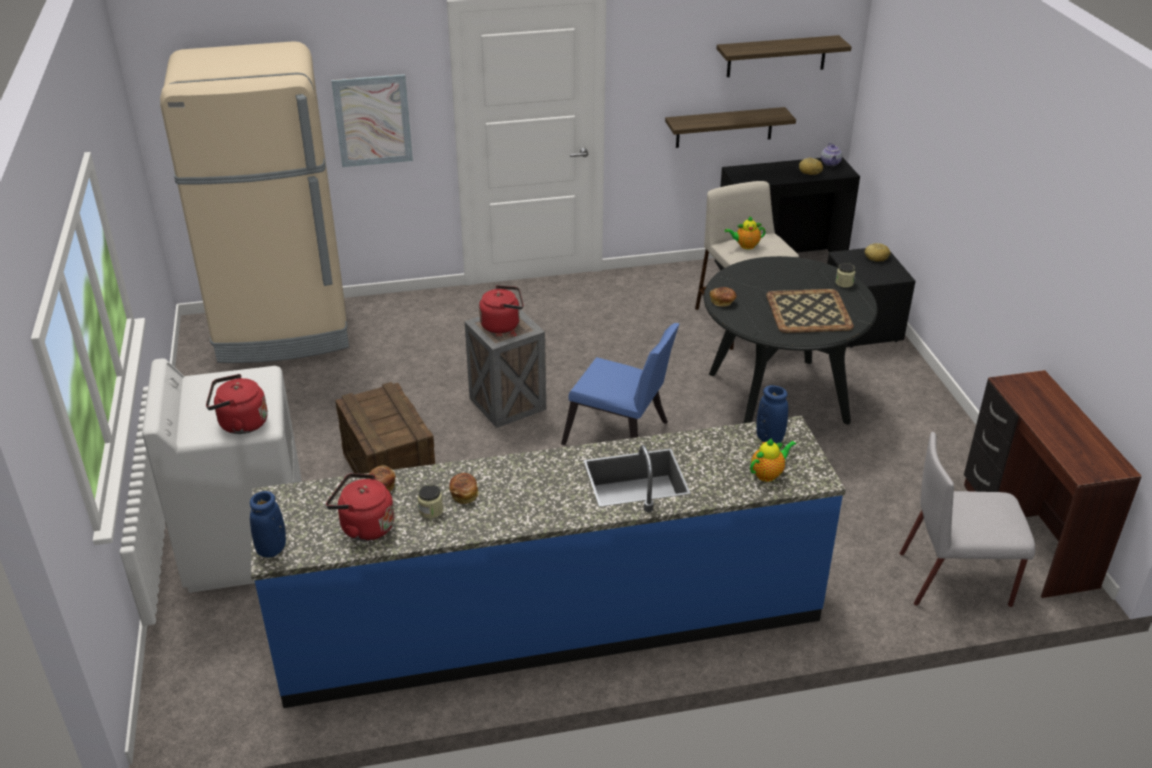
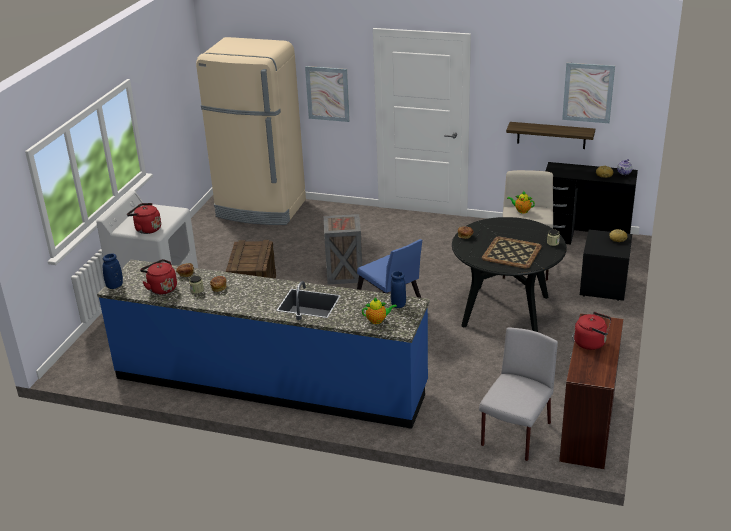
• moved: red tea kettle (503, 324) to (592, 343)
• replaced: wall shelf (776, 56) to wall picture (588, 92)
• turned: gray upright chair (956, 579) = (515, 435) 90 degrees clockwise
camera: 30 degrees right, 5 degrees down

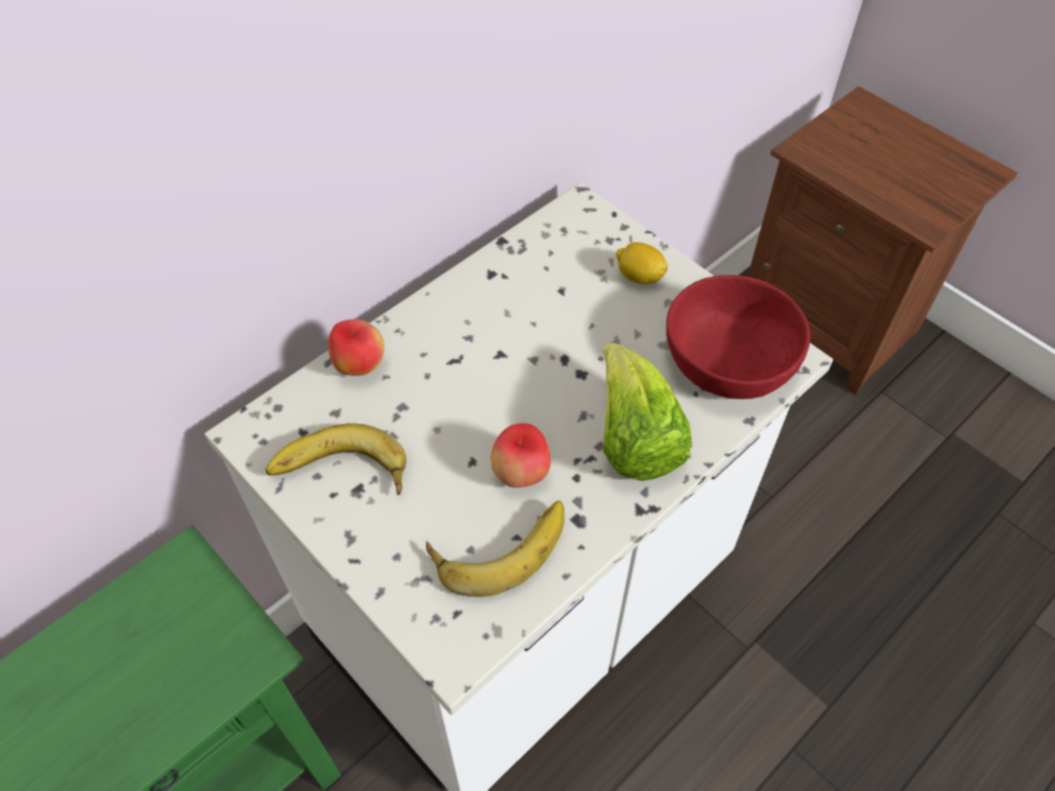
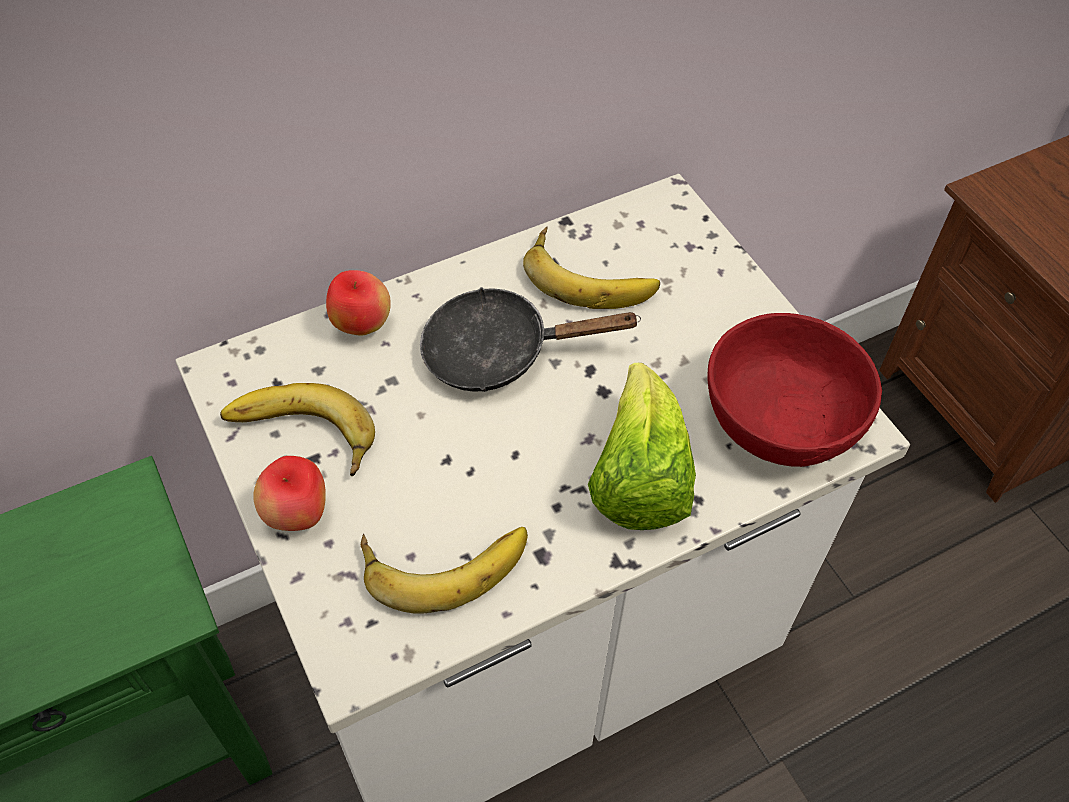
• removed: citrus fruit (639, 276)
• added: black-coloured pan (499, 352)
• added: banana (590, 275)
• moved: whole apple (521, 474) to (298, 514)
camera: 15 degrees right, 0 degrees up

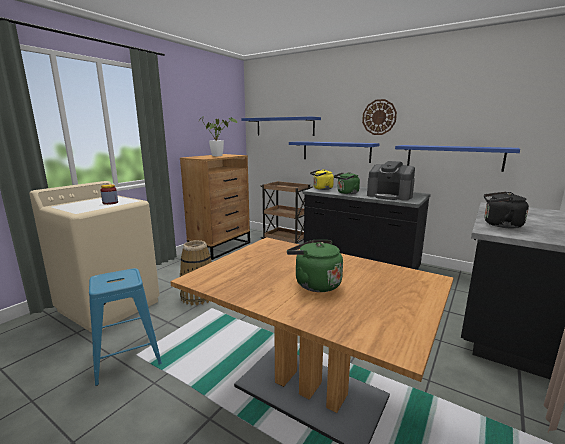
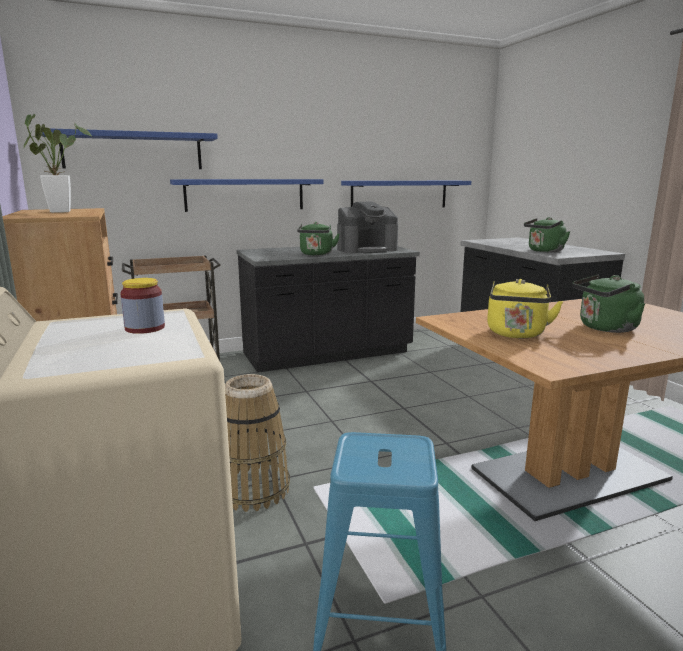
• removed: hanging clock (379, 117)
• moved: yellowish tea kettle (321, 189) to (516, 334)
• recoloured: black-coloured tea kettle (500, 225) to green tea kettle (544, 251)
camera: 55 degrees left, 0 degrees up

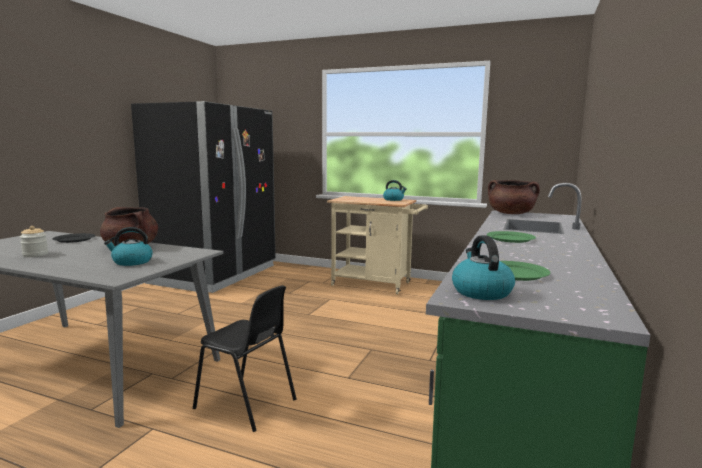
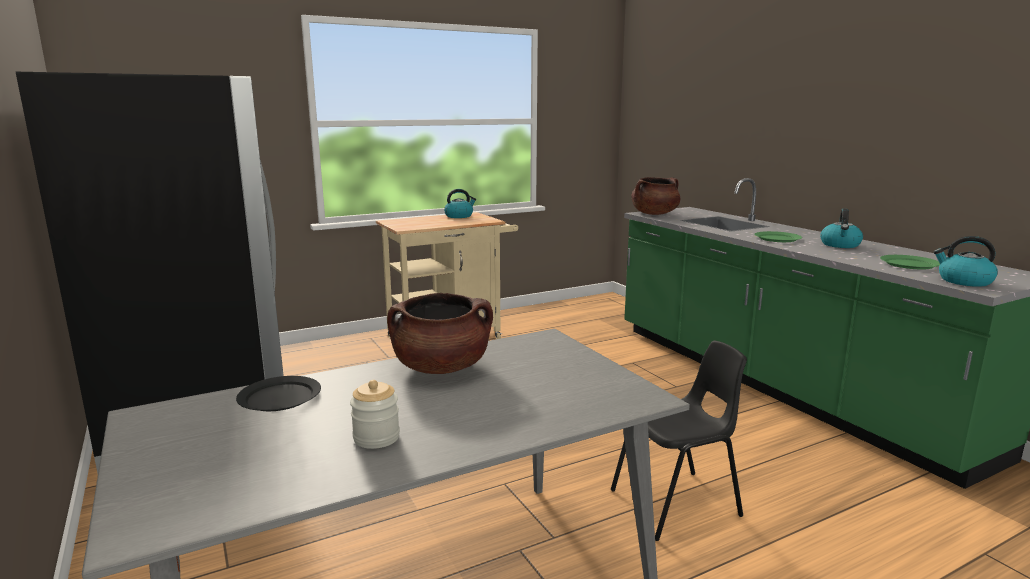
• moved: tea kettle (131, 262) to (840, 245)
camera: 50 degrees left, 5 degrees up

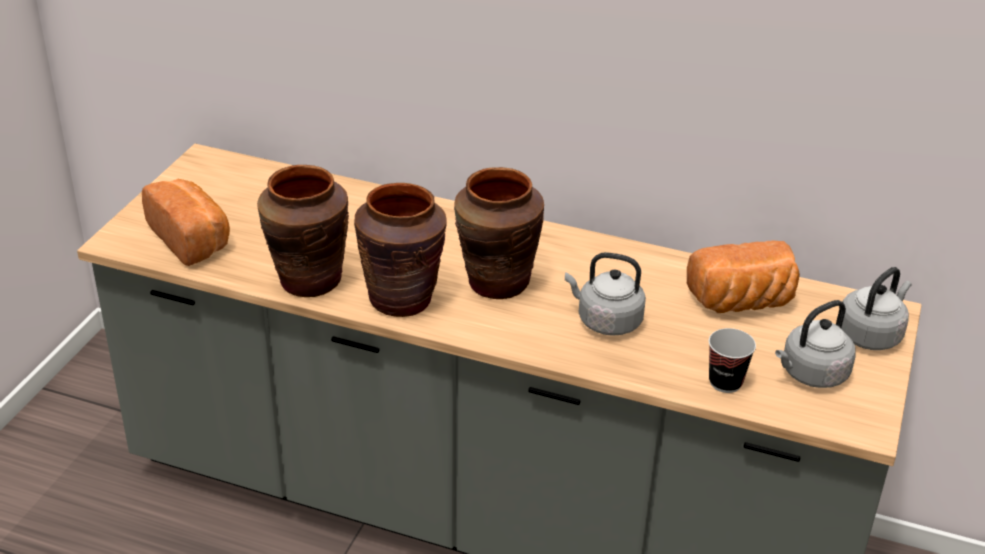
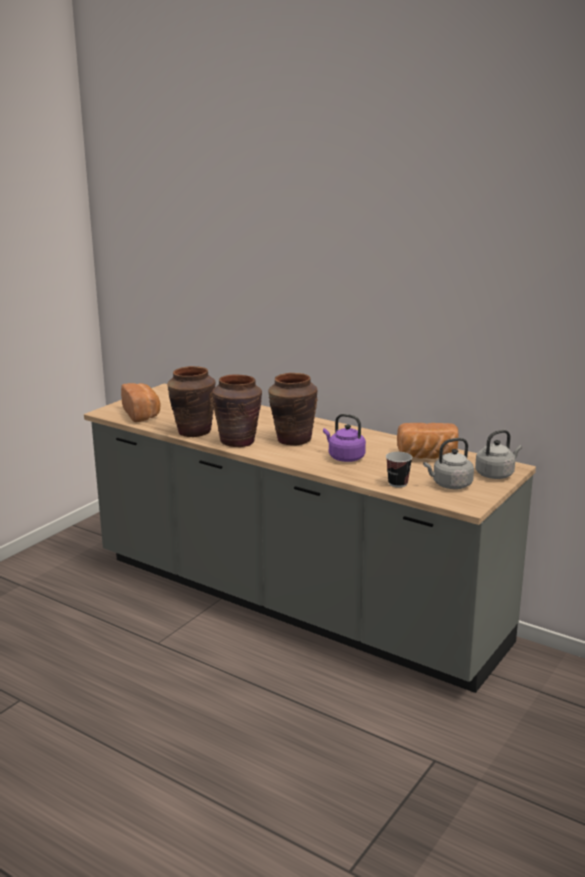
• recoloured: gray tea kettle (606, 321) to purple-coloured tea kettle (344, 457)
camera: 15 degrees right, 15 degrees down

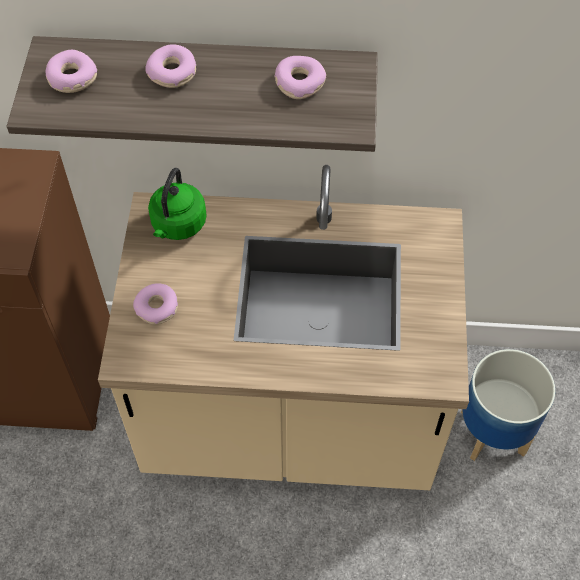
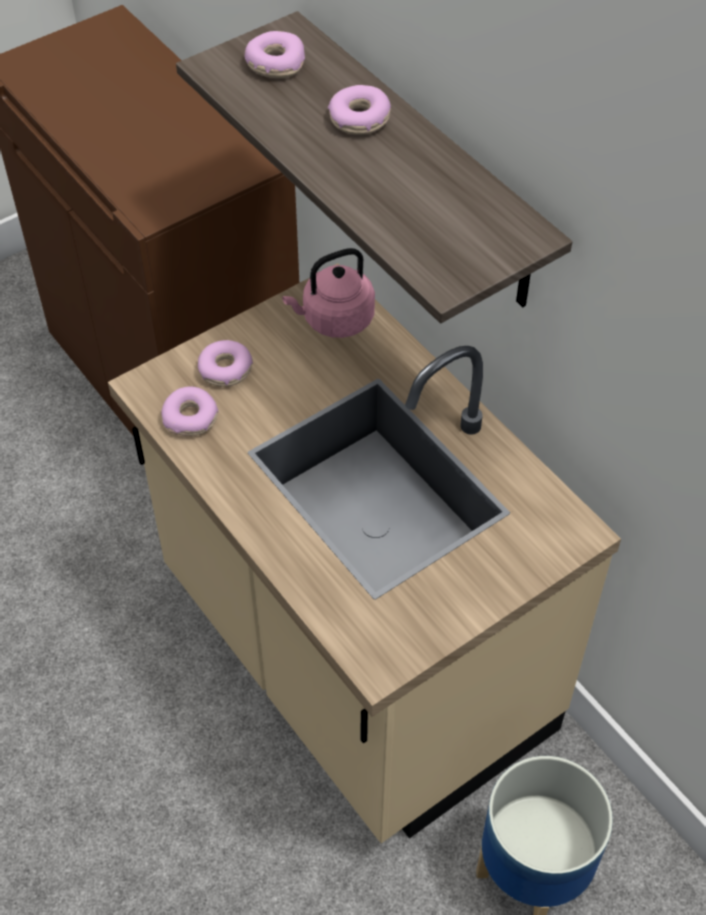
• moved: ring doughnut (299, 83) to (191, 418)
• recoloured: green tea kettle (178, 225) to pinkish tea kettle (334, 320)
camera: 50 degrees right, 5 degrees down

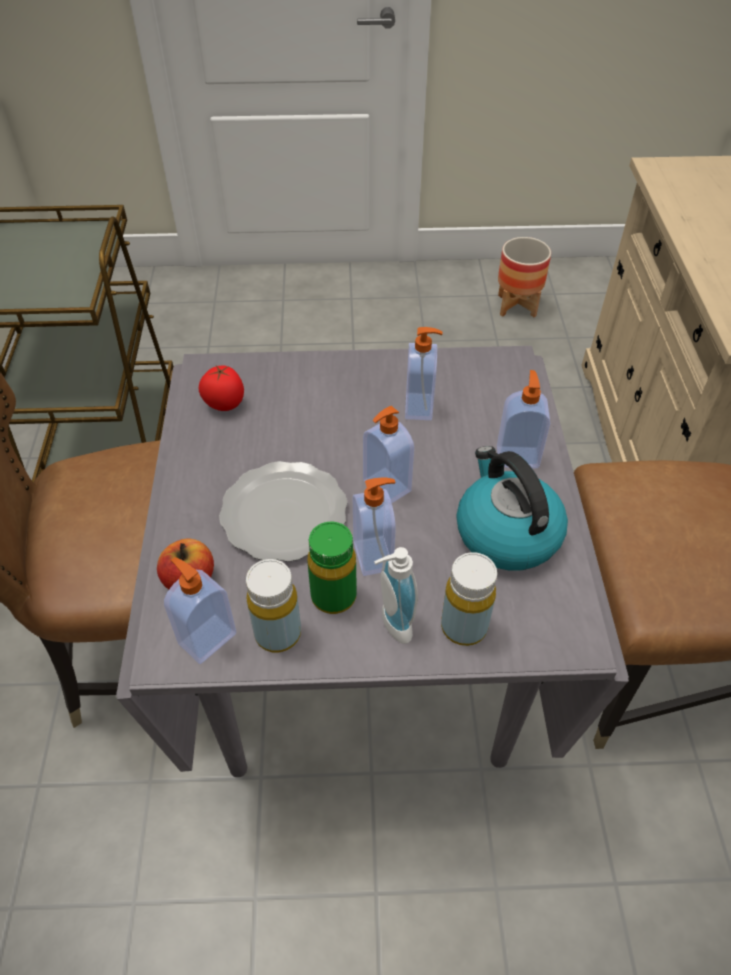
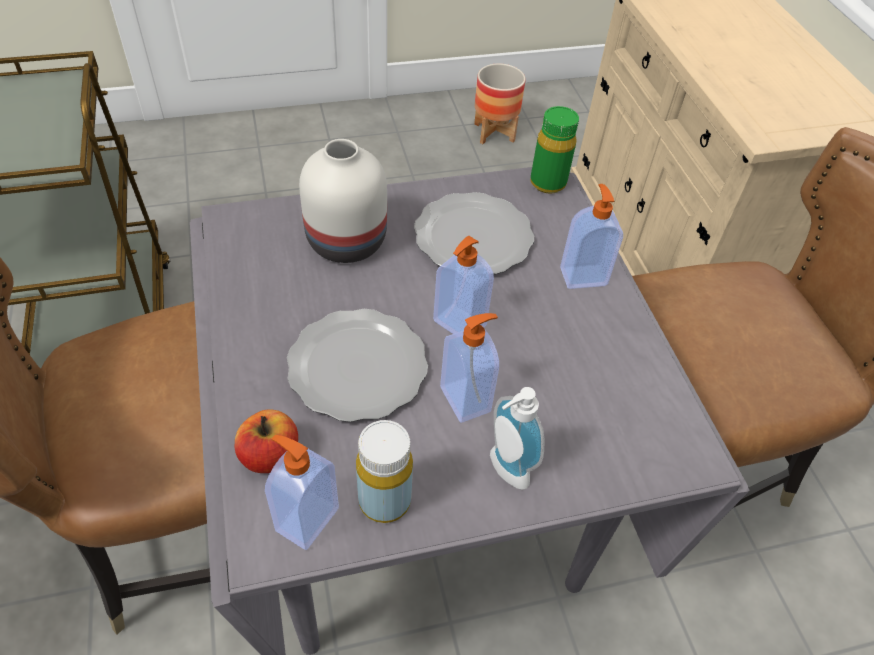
• removed: tomato (224, 404)
• removed: yellowish beverage bottle (464, 627)
• removed: tea kettle (506, 533)
• added: whitish vase (348, 242)
• moved: green beverage bottle (333, 596) to (548, 183)
• replaced: soap bottle (420, 407) to flat dish (471, 236)
camera: 15 degrees left, 0 degrees up

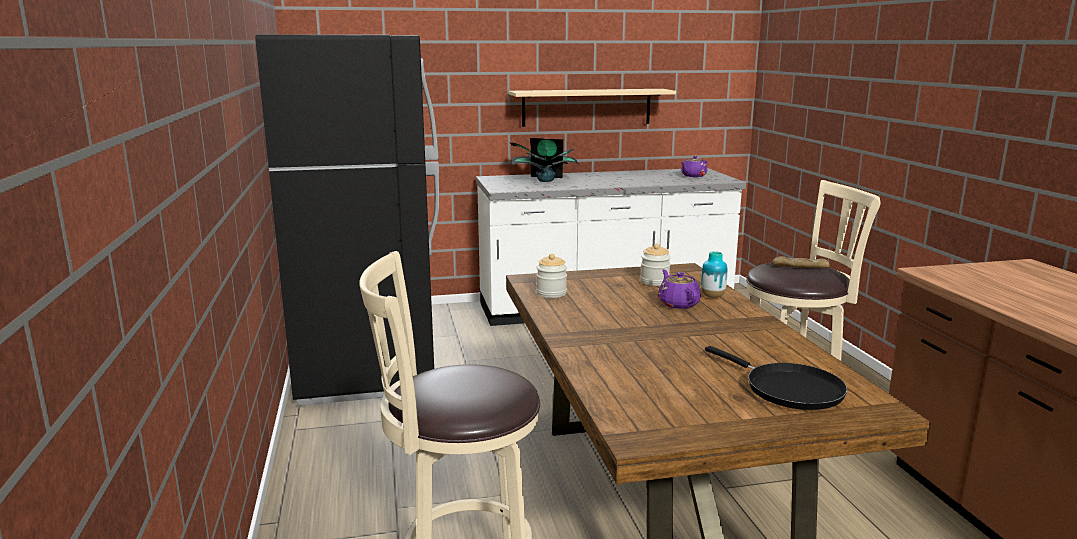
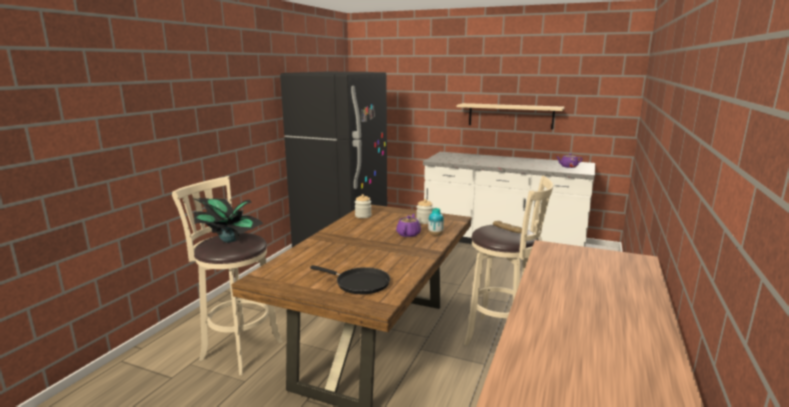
• moved: houseplant (544, 180) to (229, 239)
• turned: black-coloured pan (788, 389) = (359, 283) 60 degrees counterclockwise
camera: 35 degrees right, 0 degrees up

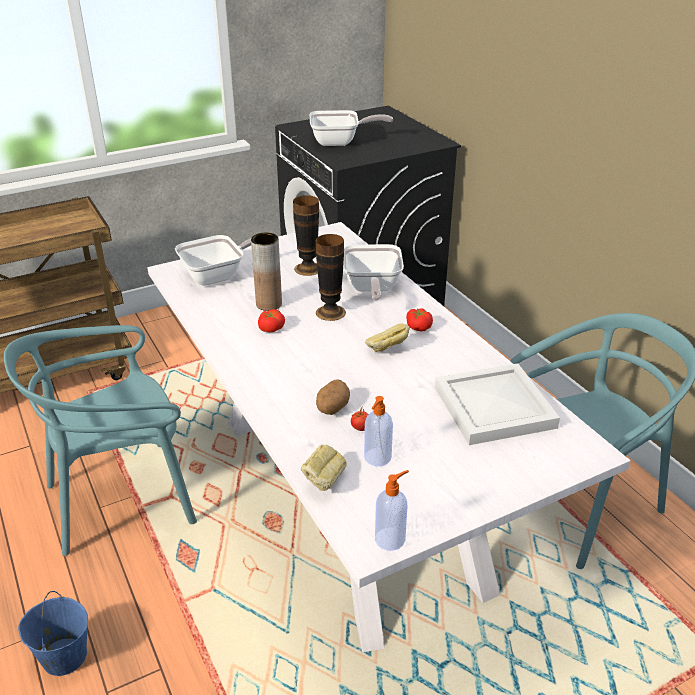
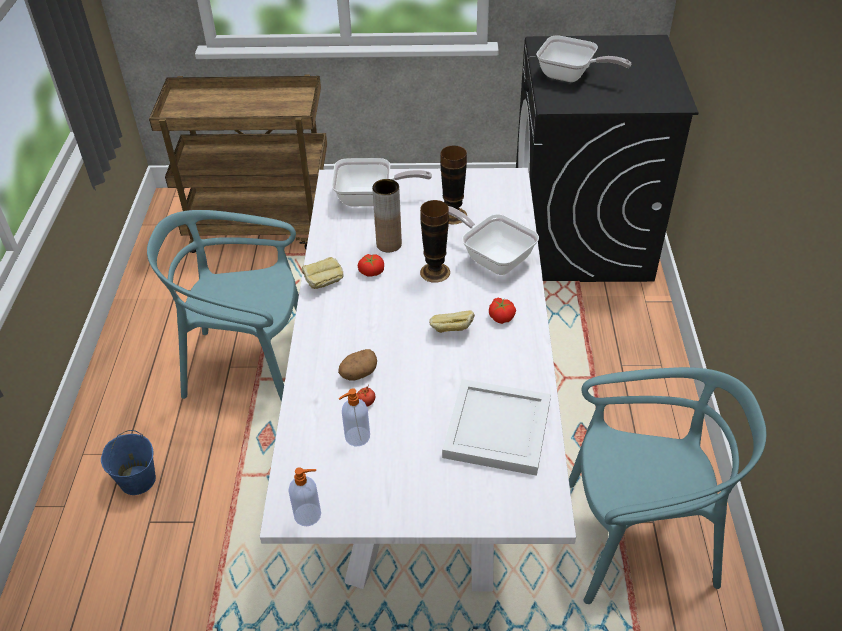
• moved: baked bread (324, 481) to (323, 283)
• turned: pan (371, 288) = (493, 258) 105 degrees clockwise
camera: 30 degrees right, 10 degrees up

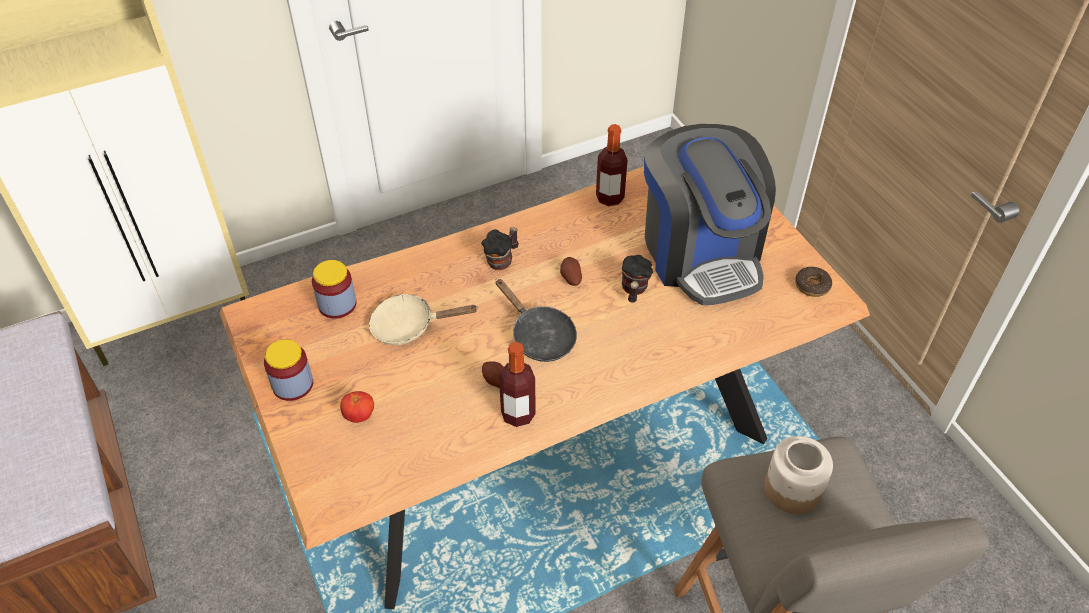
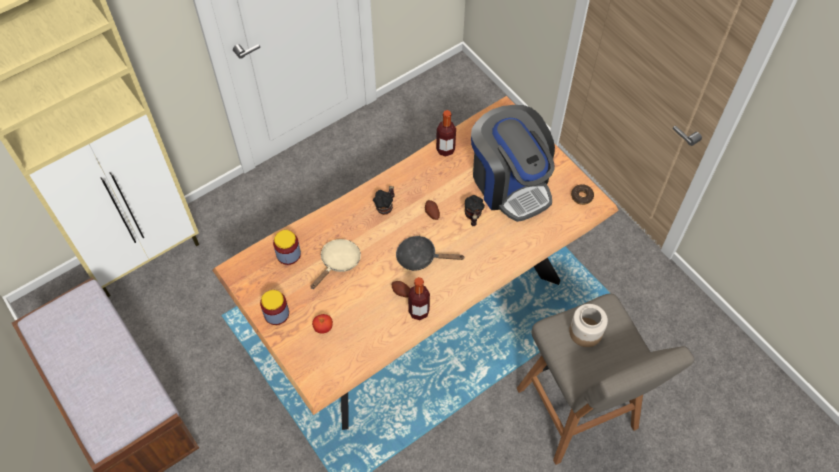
• turned: sand-coloured pan (409, 326) = (338, 262) 135 degrees clockwise
• turned: black-coloured pan (539, 336) = (420, 257) 150 degrees clockwise
camera: 10 degrees left, 10 degrees up

